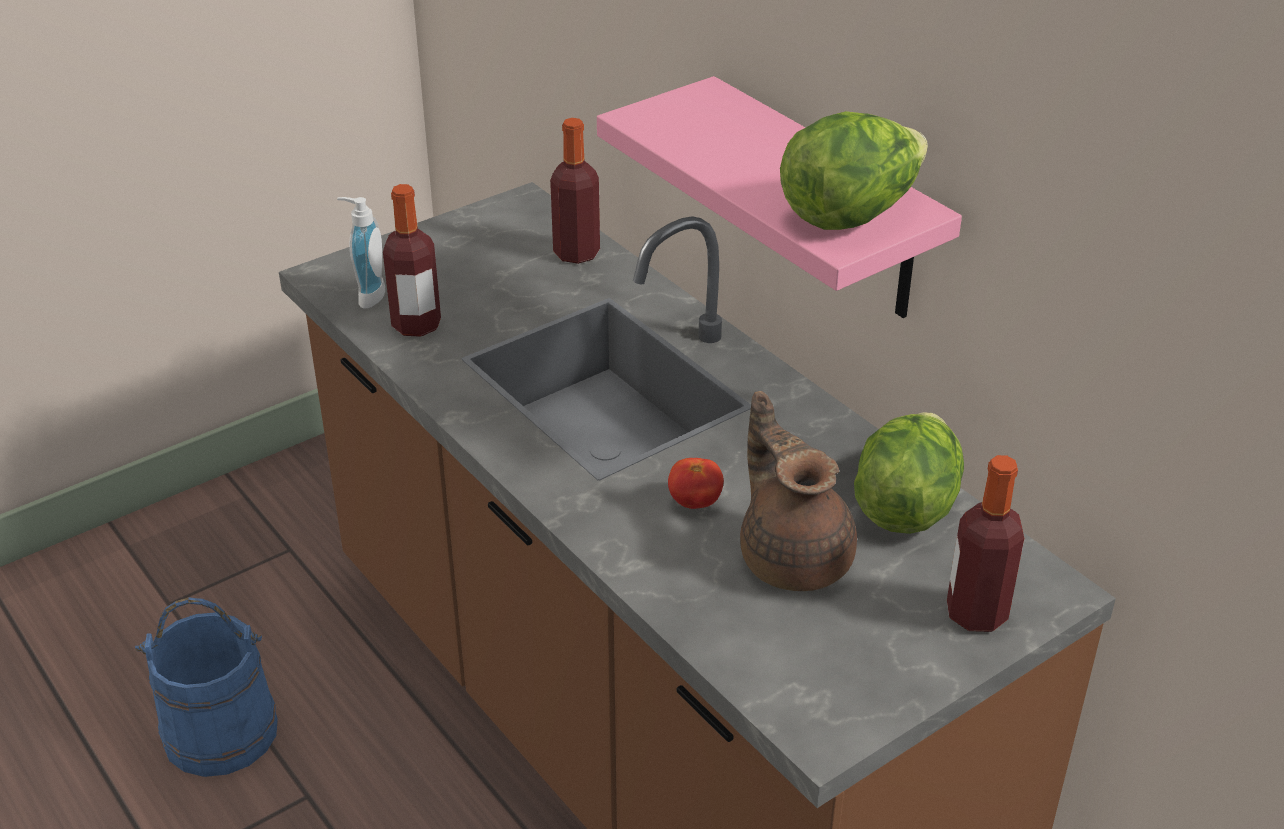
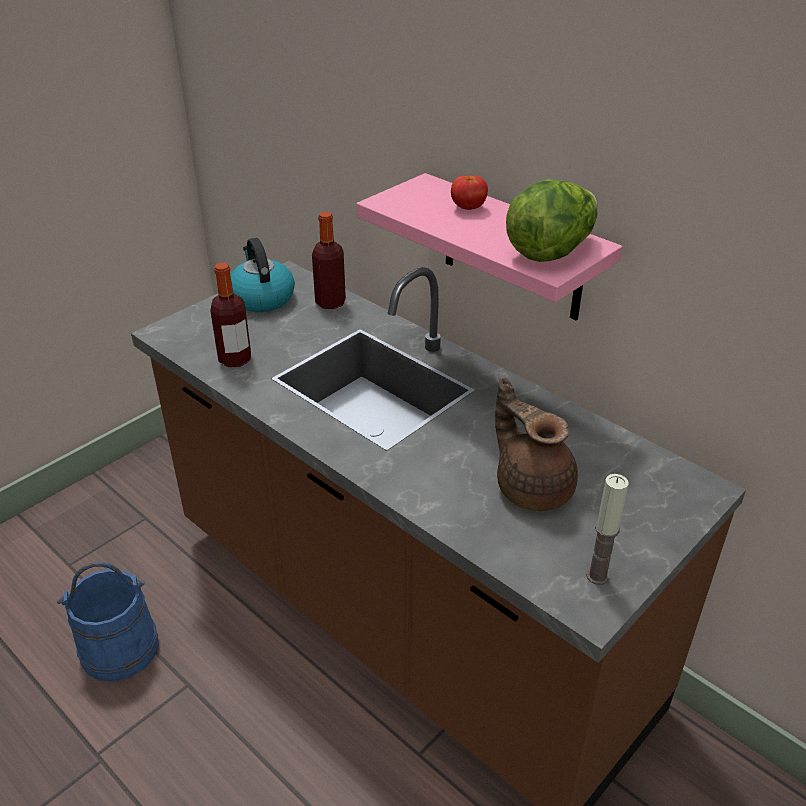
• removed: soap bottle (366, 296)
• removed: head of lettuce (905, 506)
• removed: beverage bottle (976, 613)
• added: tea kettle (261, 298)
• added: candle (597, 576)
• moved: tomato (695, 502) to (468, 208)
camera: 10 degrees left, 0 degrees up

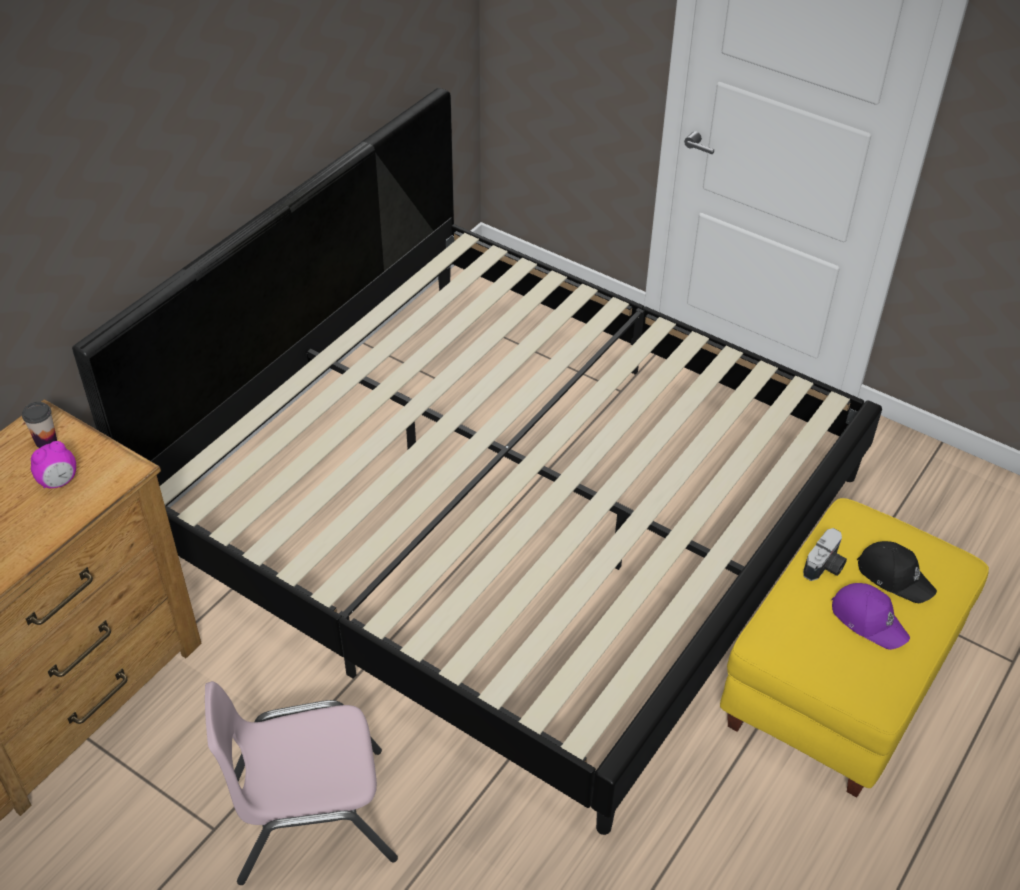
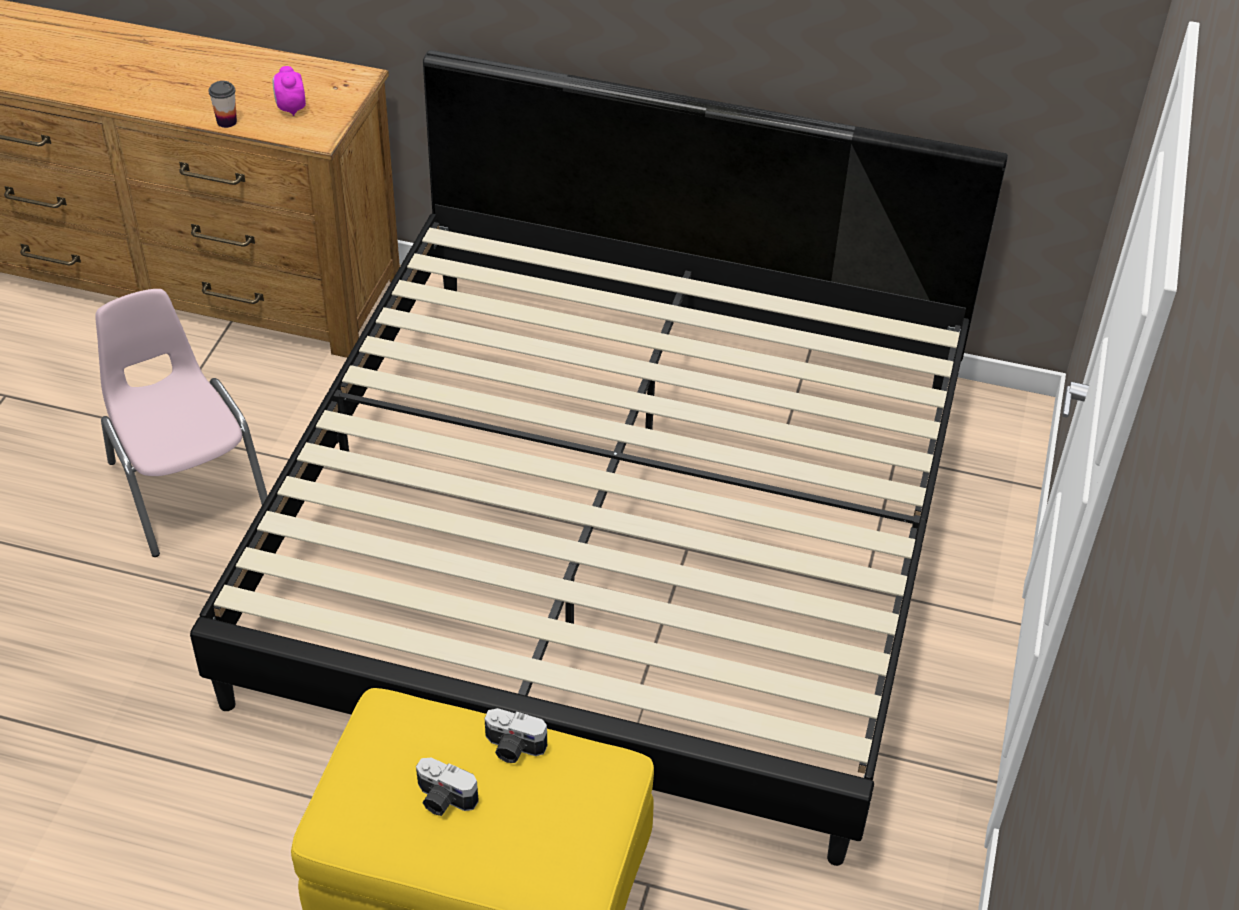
• removed: black-coloured peaked cap (894, 576)
• moved: drinking cup (46, 441) to (227, 122)
• replaced: purple-coloured peaked cap (868, 620) to photo camera (443, 800)
• turned: table clock (59, 481) = (290, 108) 45 degrees clockwise
camera: 70 degrees right, 0 degrees up

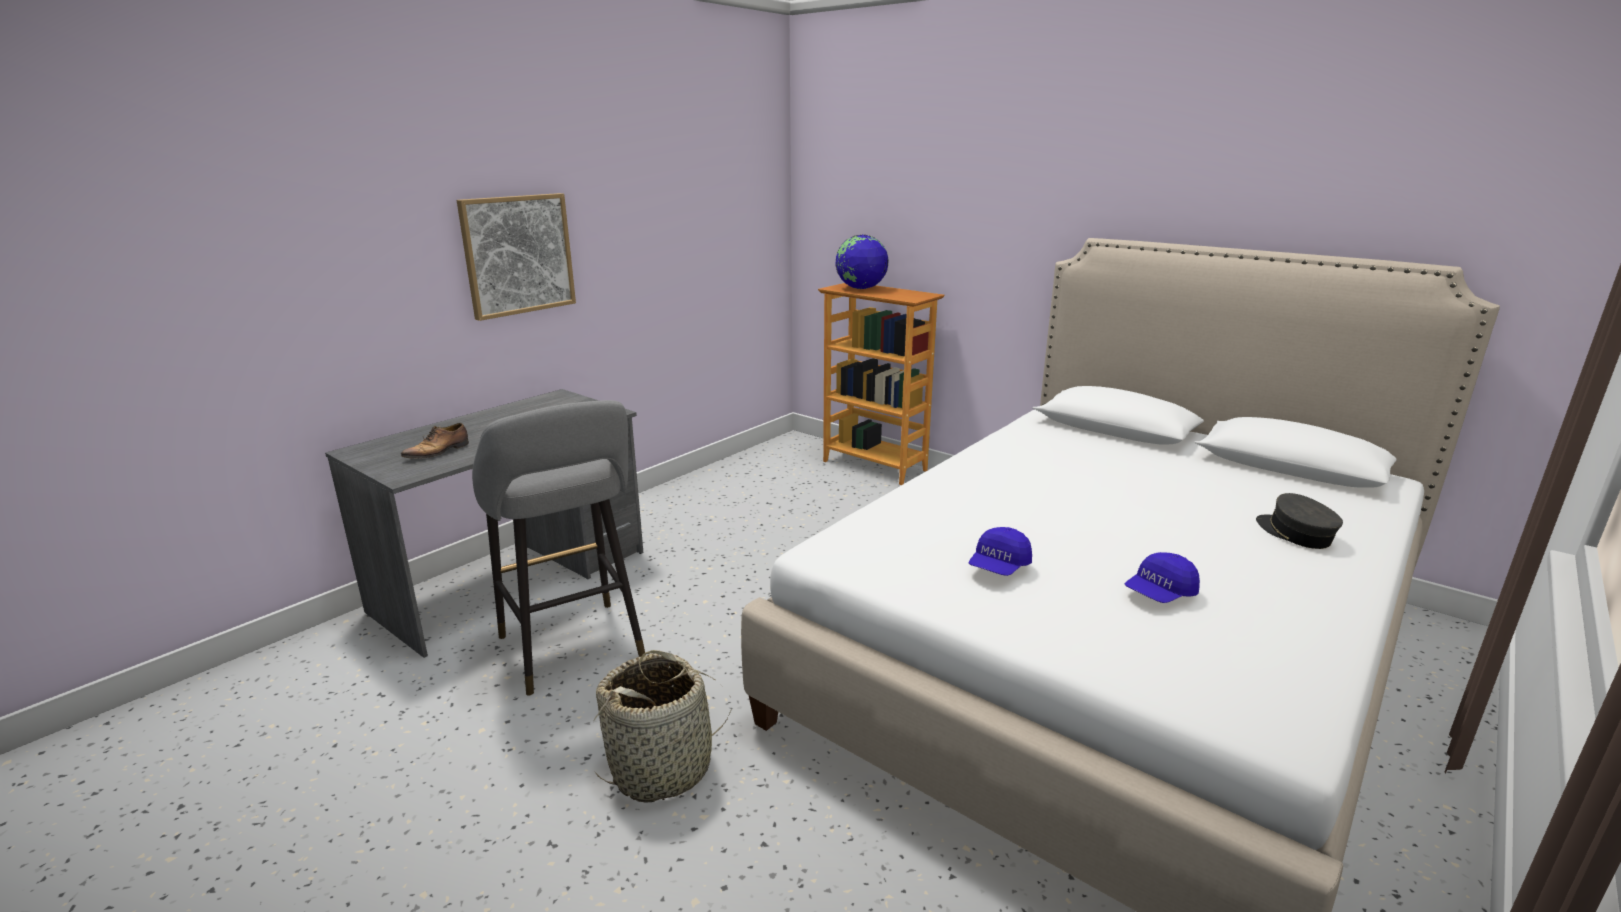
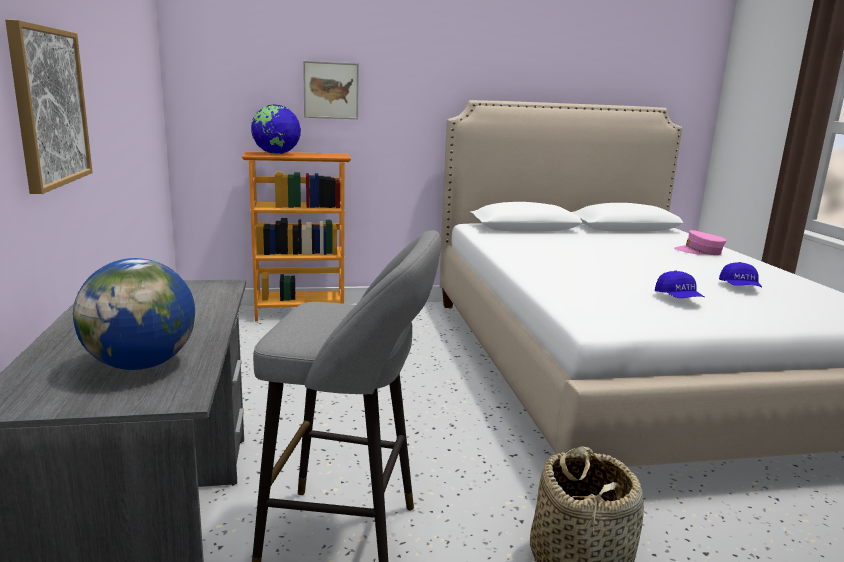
• added: wall picture (331, 90)
• replaced: shoe (438, 452) to world globe (141, 365)
• recoloured: gray peaked cap (1294, 533) to pinkish peaked cap (699, 251)
camera: 50 degrees left, 5 degrees down

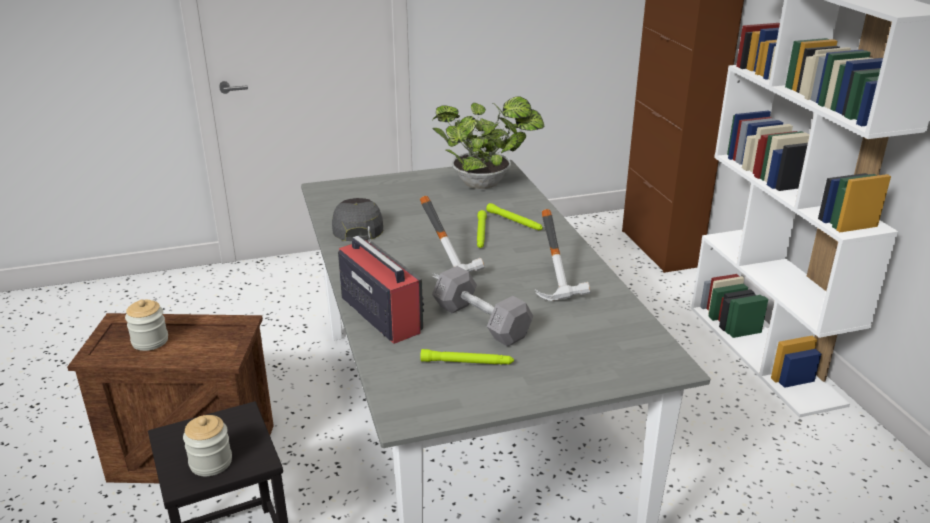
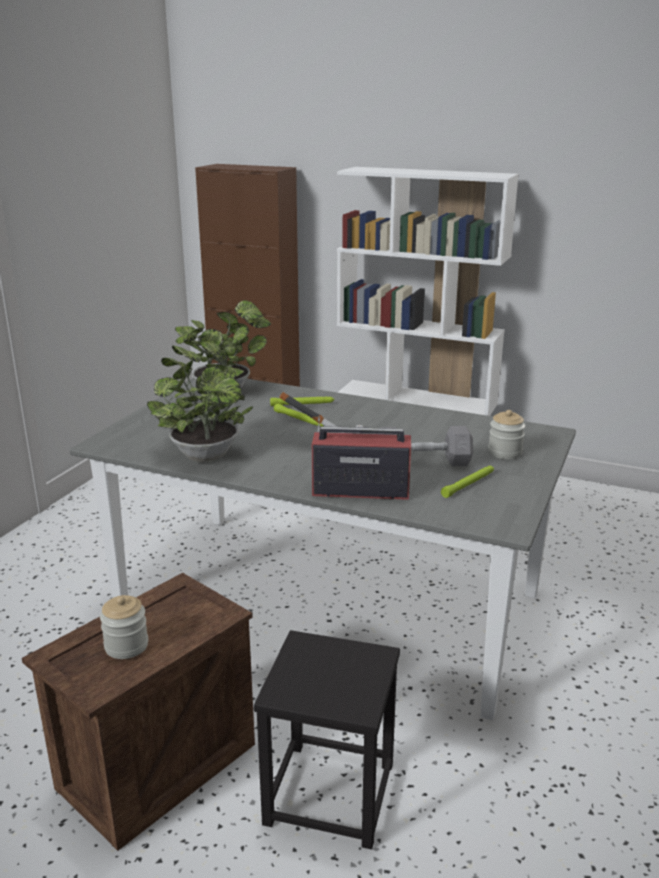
• removed: tool hammer (562, 283)
• moved: preserve jar (211, 462) to (505, 452)
• replaced: gray peaked cap (357, 227) to houseplant (202, 454)
camera: 50 degrees left, 5 degrees down

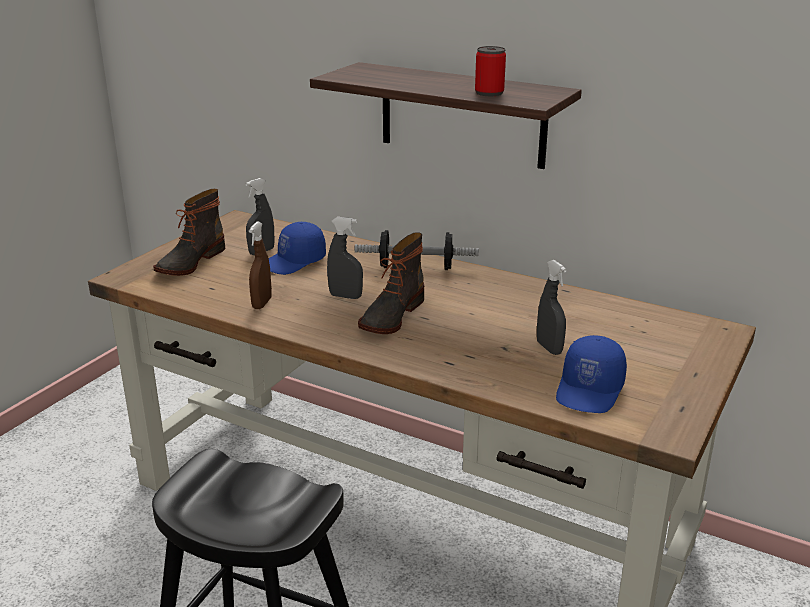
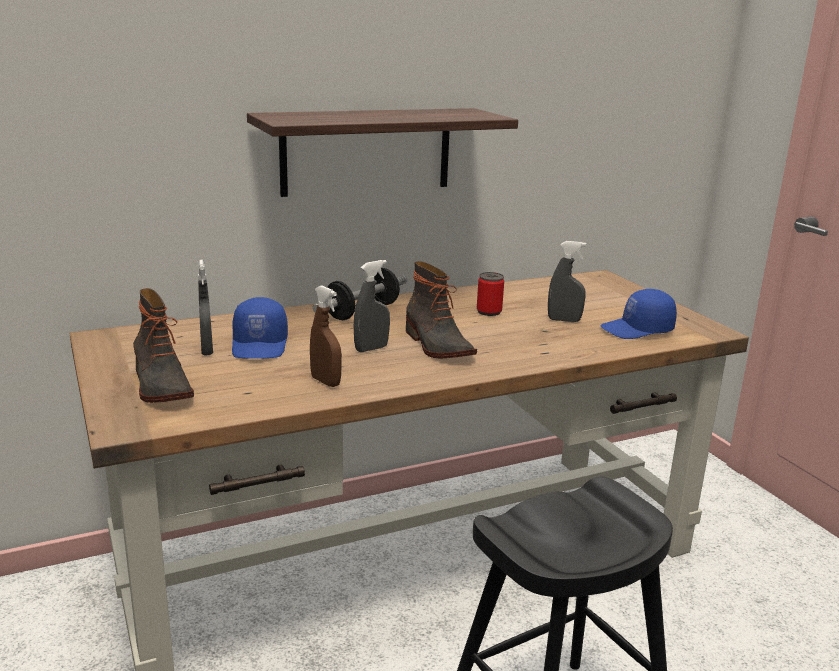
• moved: can (489, 93) to (489, 312)
• turned: bluish peaked cap (590, 390) = (637, 330) 105 degrees clockwise
camera: 55 degrees left, 5 degrees down

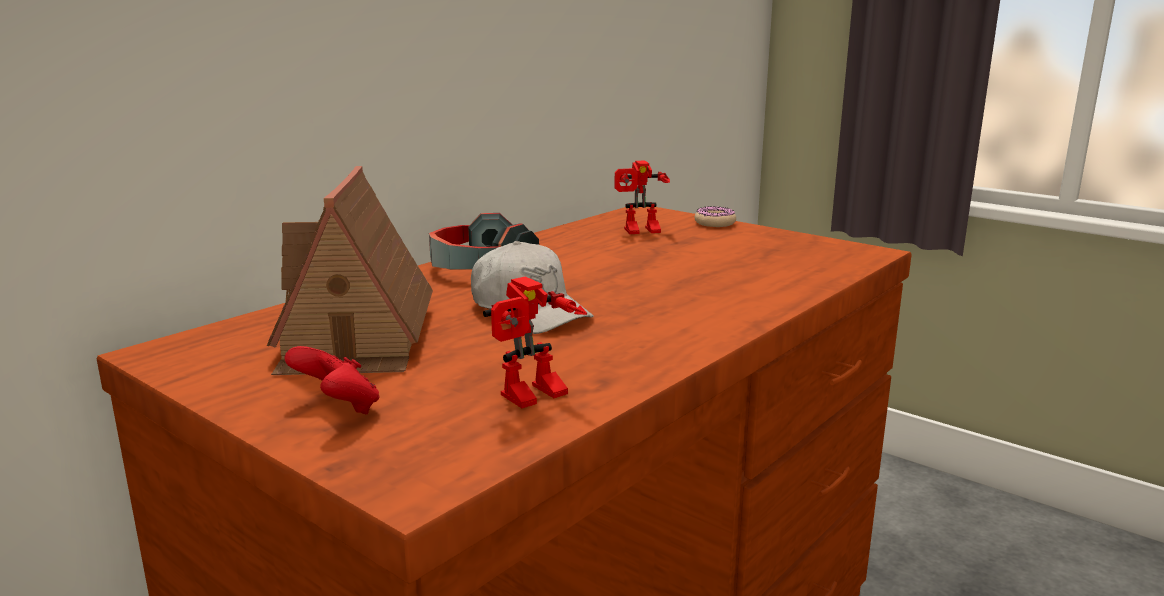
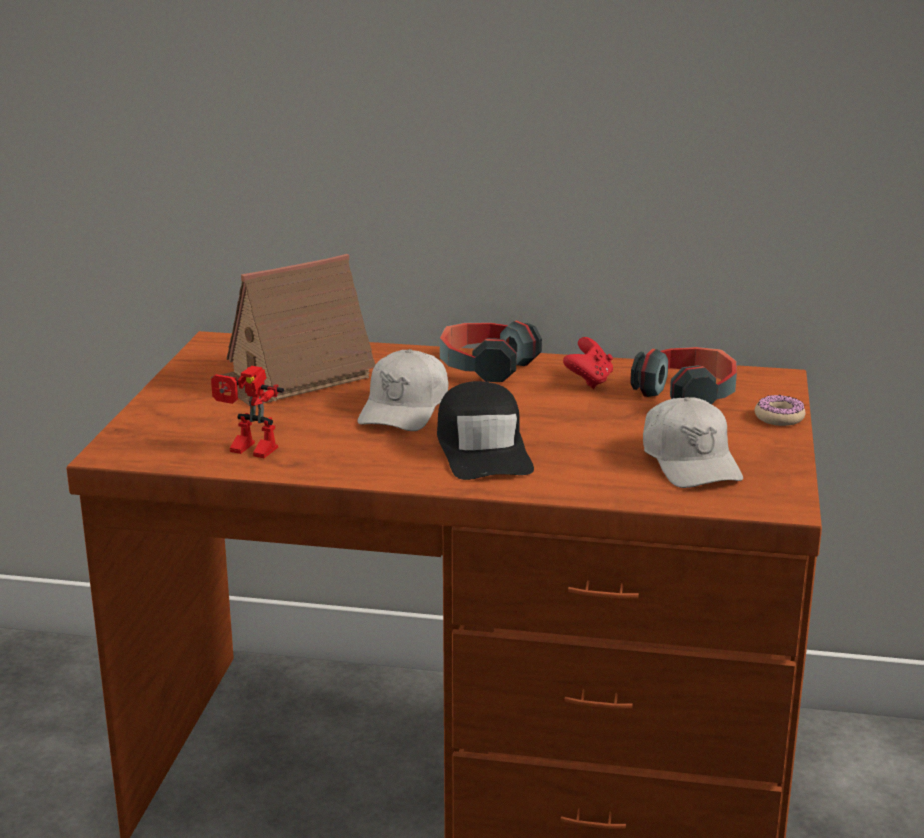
• added: black-coloured peaked cap (483, 449)
• added: whitish peaked cap (690, 462)
• moved: red gamepad (338, 408) to (589, 381)
• replaced: robot figure (641, 232) to headset (687, 395)
camera: 60 degrees right, 5 degrees up

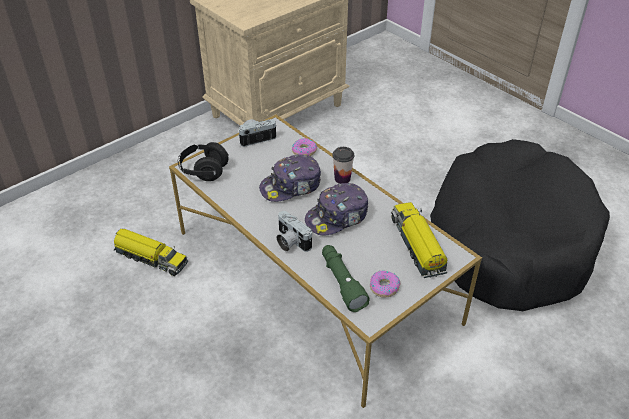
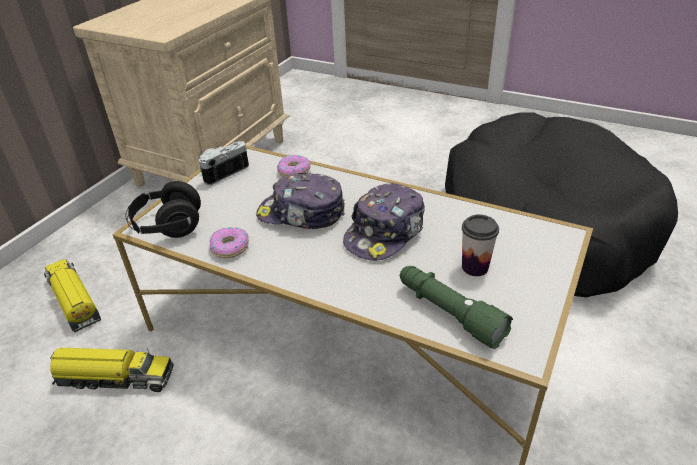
• removed: photo camera (290, 242)
• moved: drinking cup (342, 178) to (475, 267)
• moved: ring doughnut (384, 287) to (229, 247)
• moved: toy lorry (417, 246) to (74, 301)
• turned: peaked cap (291, 186) = (301, 214) 60 degrees clockwise
camera: 20 degrees left, 5 degrees down

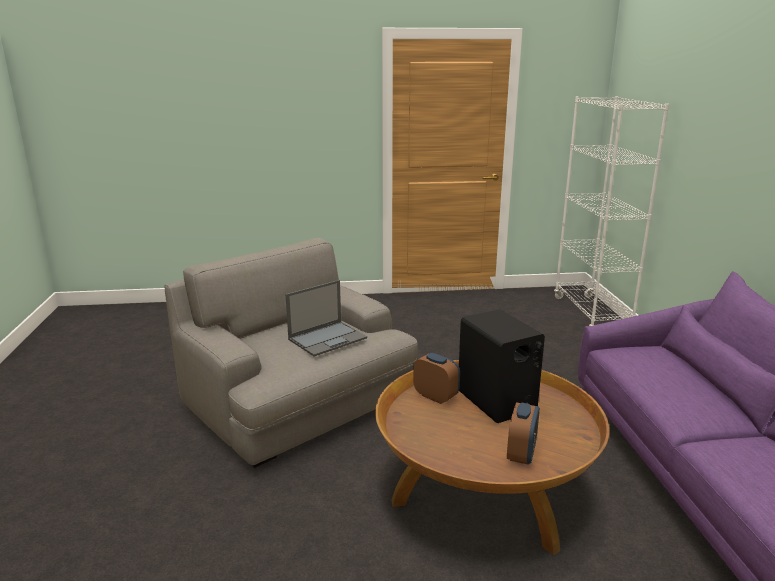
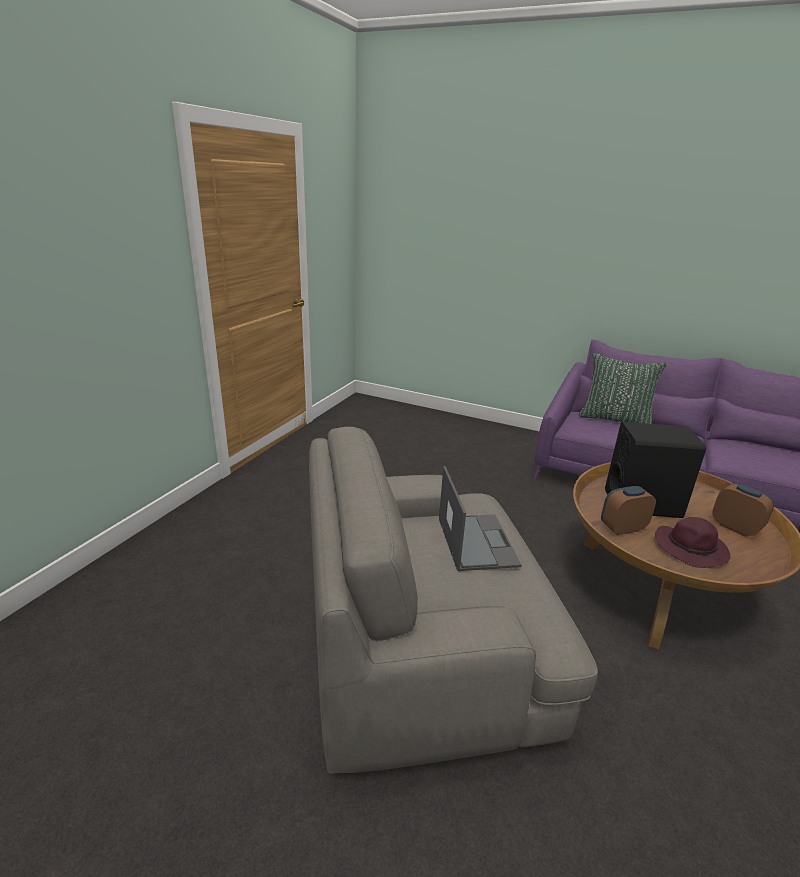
• removed: whitish bookcase (591, 315)
• added: green cushion (614, 419)
• added: purple-coloured hat (691, 549)
camera: 60 degrees left, 5 degrees up

